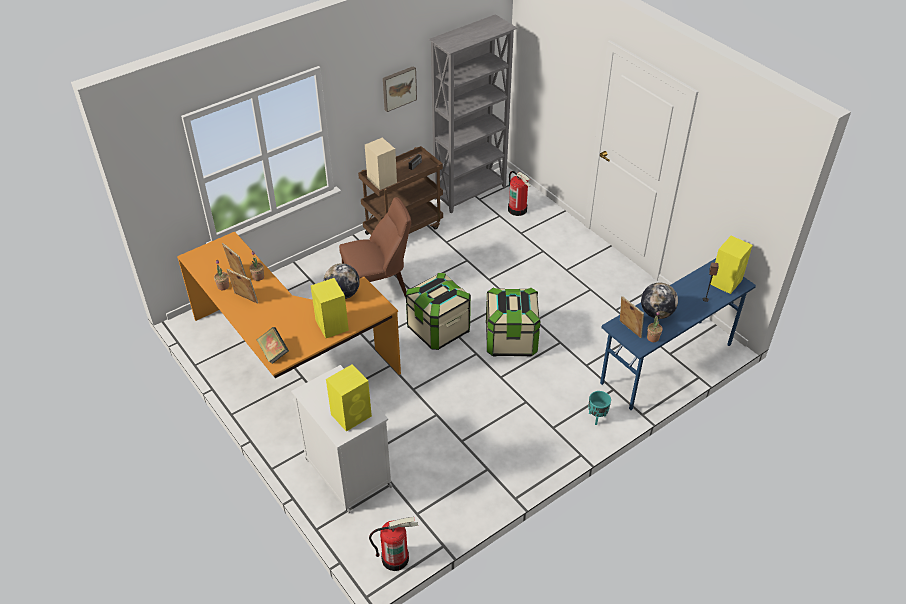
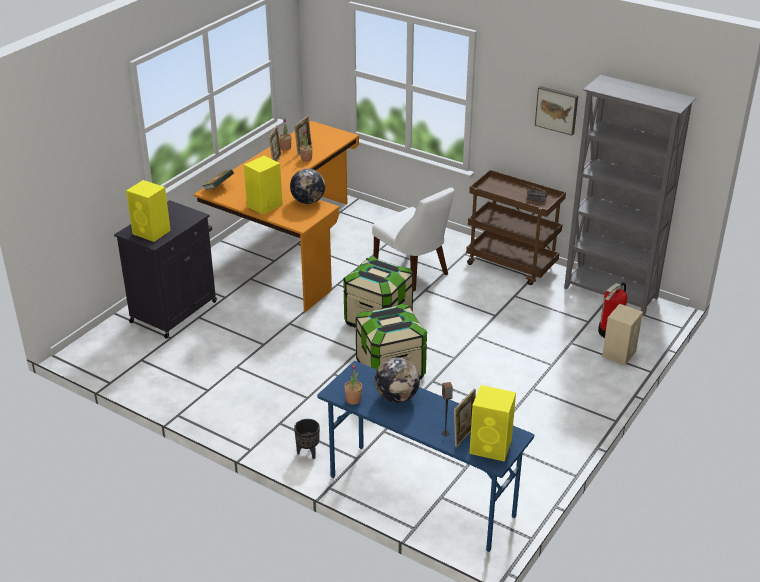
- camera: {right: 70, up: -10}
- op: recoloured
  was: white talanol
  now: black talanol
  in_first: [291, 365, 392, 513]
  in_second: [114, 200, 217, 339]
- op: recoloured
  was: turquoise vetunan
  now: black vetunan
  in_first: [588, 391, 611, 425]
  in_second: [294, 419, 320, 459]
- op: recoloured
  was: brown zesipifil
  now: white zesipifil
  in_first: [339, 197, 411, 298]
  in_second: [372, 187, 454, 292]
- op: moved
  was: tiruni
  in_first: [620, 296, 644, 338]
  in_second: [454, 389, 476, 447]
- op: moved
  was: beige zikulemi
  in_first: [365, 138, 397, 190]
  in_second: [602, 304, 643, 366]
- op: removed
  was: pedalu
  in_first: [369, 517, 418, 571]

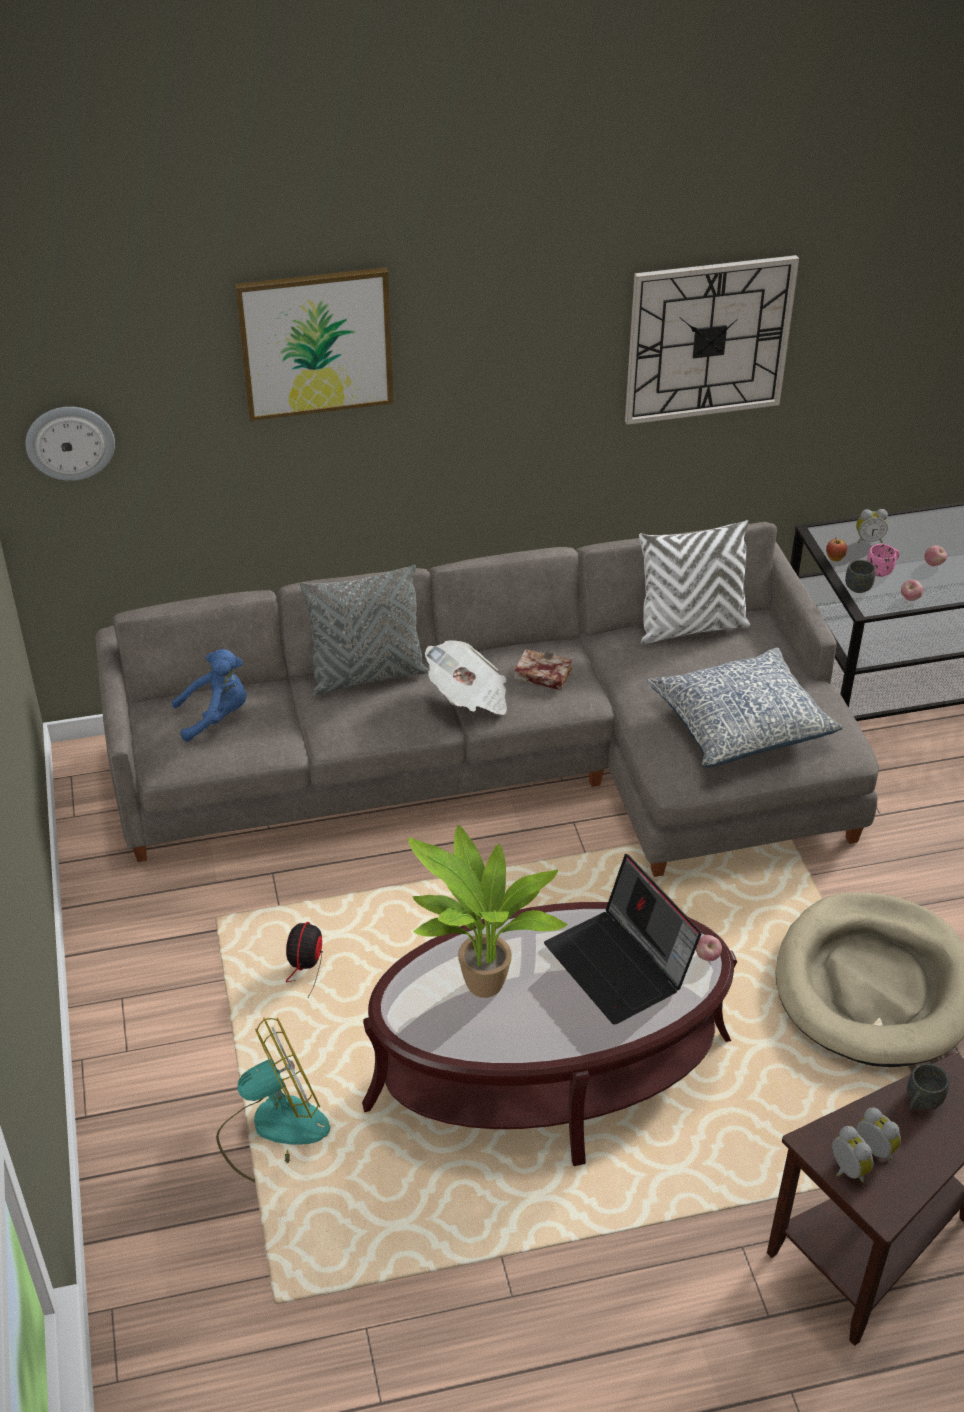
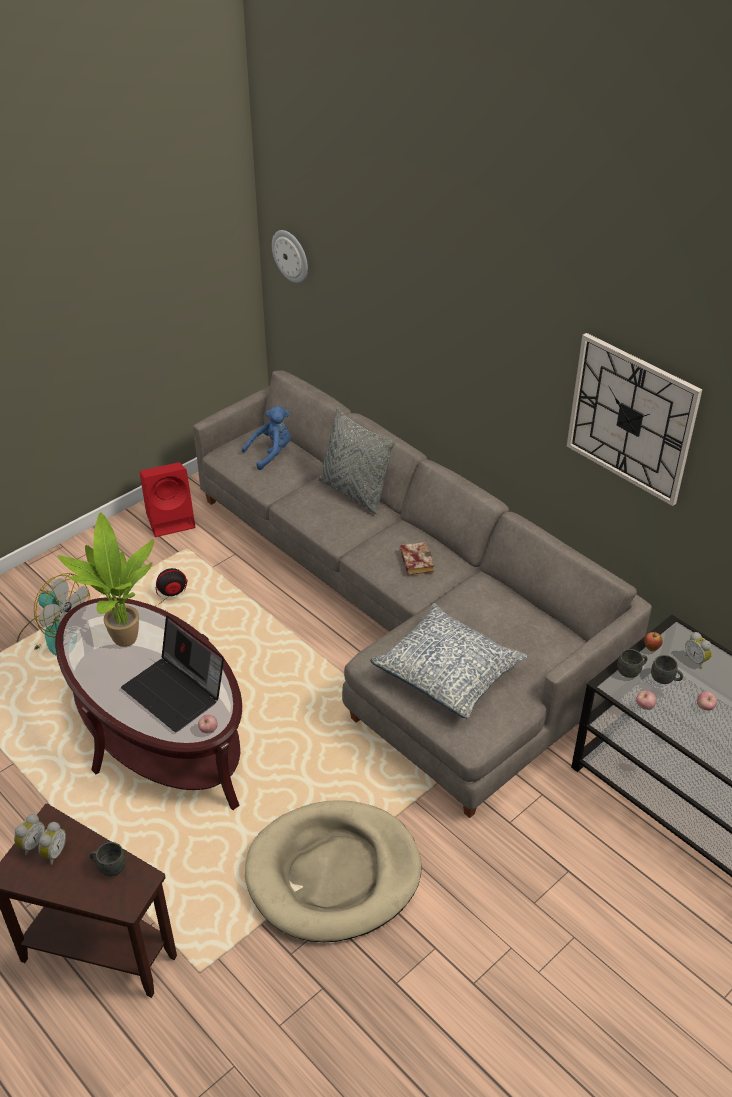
- camera: {right: 60, up: 0}
- op: turned
  was: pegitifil
  in_first: [544, 854, 702, 1025]
  in_second: [121, 616, 224, 732]
  clockwise: -75
- op: added
  now: red zikulemi
  in_second: [139, 462, 195, 537]
- op: turned
  was: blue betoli
  in_first: [172, 649, 247, 741]
  in_second: [242, 406, 291, 470]
  clockwise: -75
- op: recoloured
  was: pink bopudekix
  now: grey bopudekix
  in_first: [867, 544, 899, 577]
  in_second: [651, 655, 683, 684]
- op: removed
  was: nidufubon
  in_first: [235, 267, 393, 421]
- op: removed
  was: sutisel
  in_first: [425, 640, 507, 715]
- op: removed
  was: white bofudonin
  in_first: [639, 520, 750, 644]

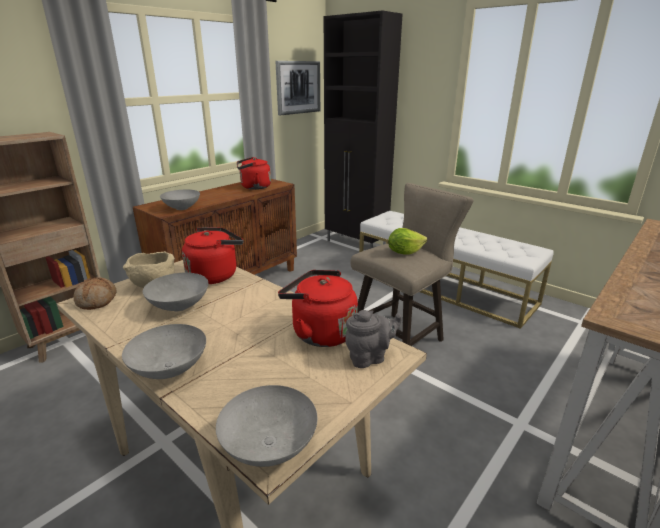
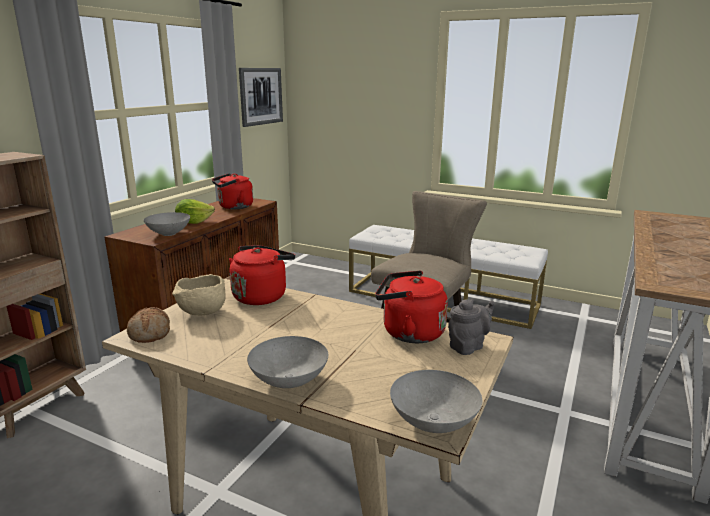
- camera: {right: -15, up: -5}
- op: moved
  was: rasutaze
  in_first: [388, 228, 427, 255]
  in_second: [175, 199, 215, 224]
- op: removed
  was: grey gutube
  in_first: [143, 273, 208, 311]
- op: removed
  was: black talanol
  in_first: [324, 10, 403, 249]

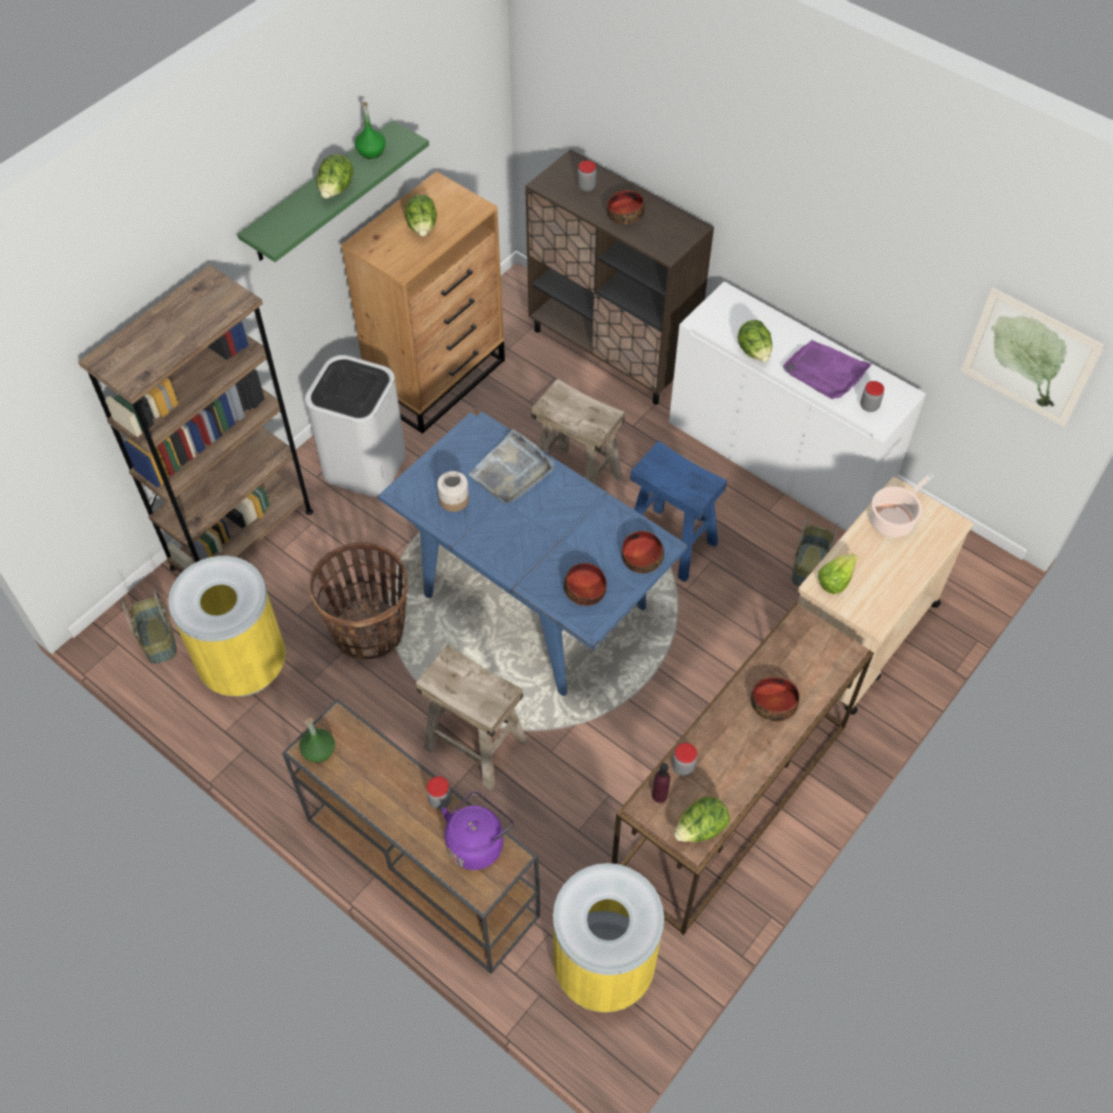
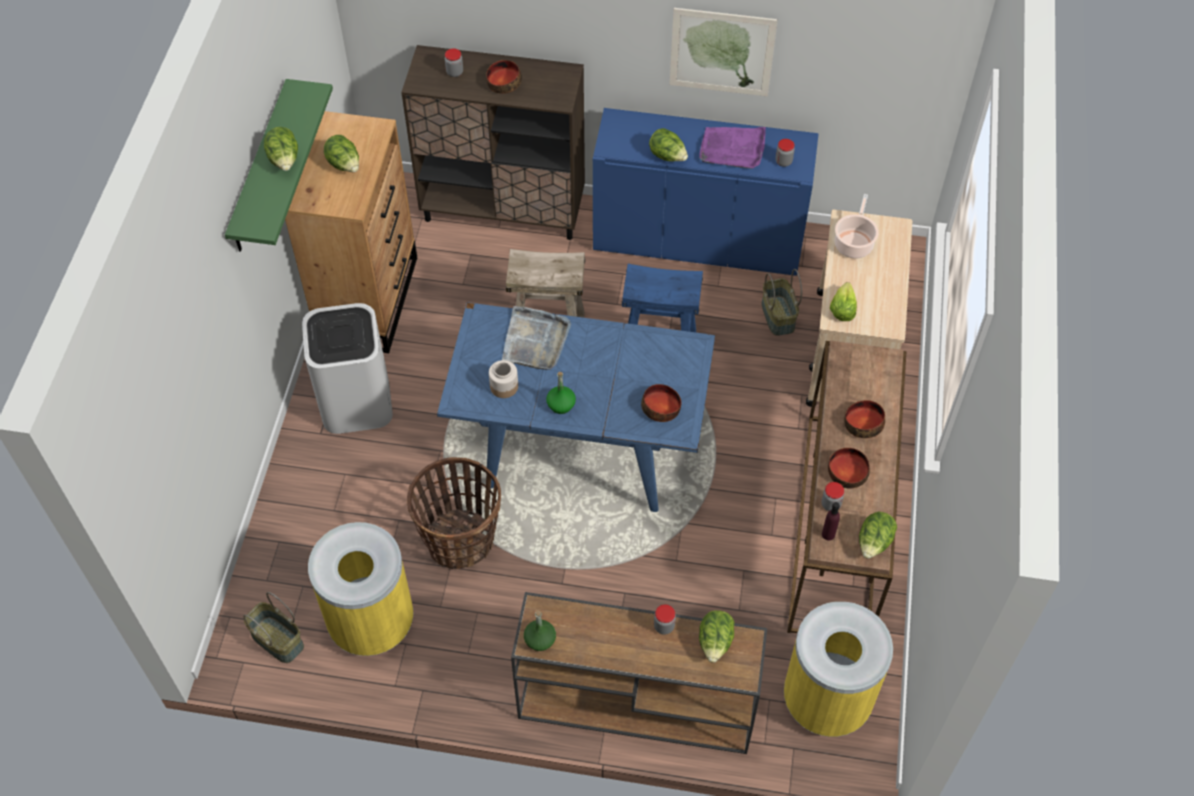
- camera: {right: -30, up: 0}
- op: moved
  was: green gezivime
  in_first: [355, 102, 386, 159]
  in_second: [546, 372, 576, 414]
- op: recoloured
  was: white talanol
  now: blue talanol
  in_first: [669, 281, 926, 531]
  in_second: [593, 108, 819, 276]
- op: moved
  was: nidufubon
  in_first: [961, 287, 1105, 427]
  in_second: [669, 8, 778, 96]
- op: replaced
  was: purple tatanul
  now: rasutaze
  in_first: [441, 791, 513, 870]
  in_second: [699, 610, 734, 663]
- op: moved
  was: gutube
  in_first: [622, 531, 664, 573]
  in_second: [828, 448, 870, 489]
- op: removed
  was: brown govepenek
  in_first: [78, 265, 313, 573]
- op: removed
  was: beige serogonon
  in_first: [416, 644, 528, 790]

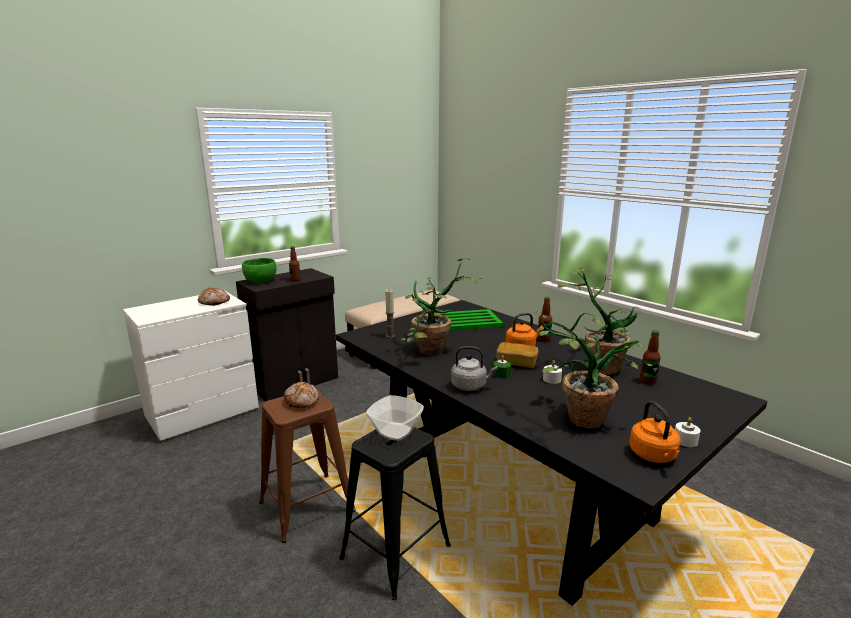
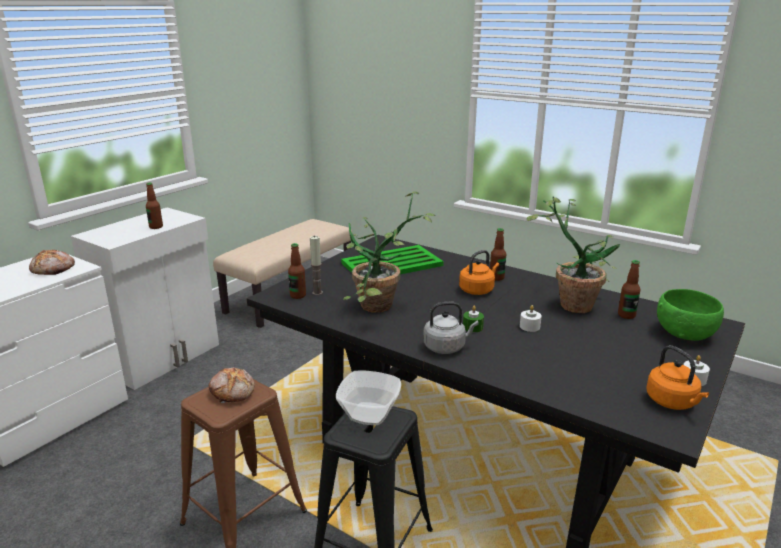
- camera: {right: -15, up: 5}
- op: recoloured
  was: black talanol
  now: white talanol
  in_first: [236, 268, 338, 401]
  in_second: [71, 208, 219, 390]
- op: added
  now: gezivime
  in_second: [288, 243, 306, 299]
- op: moved
  was: green gutube
  in_first: [242, 258, 277, 283]
  in_second: [657, 289, 724, 341]
- op: removed
  was: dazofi
  in_first: [497, 342, 538, 368]
- op: removed
  was: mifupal
  in_first: [535, 311, 653, 429]

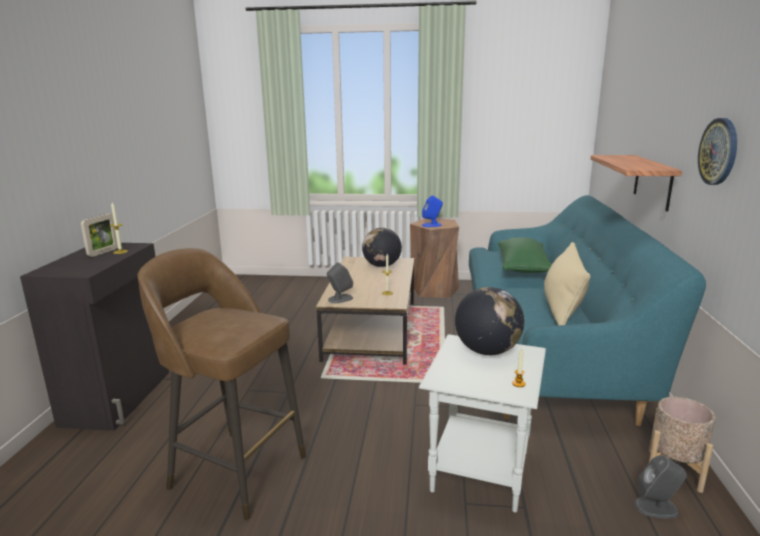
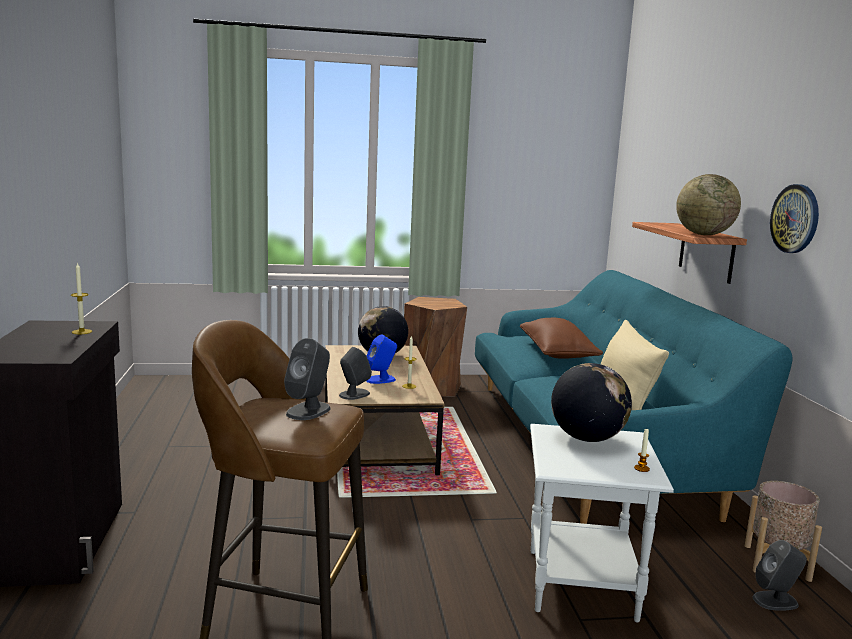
- camera: {right: -15, up: -5}
- op: added
  now: grey zikulemi
  in_second: [284, 338, 331, 420]
- op: moved
  was: blue zikulemi
  in_first: [422, 195, 443, 227]
  in_second: [366, 335, 397, 384]
- op: recoloured
  was: green bofudonin
  now: brown bofudonin
  in_first: [498, 238, 552, 273]
  in_second: [520, 318, 603, 359]
- op: added
  now: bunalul
  in_second: [676, 174, 741, 235]
- op: removed
  was: tiruni
  in_first: [81, 214, 118, 257]

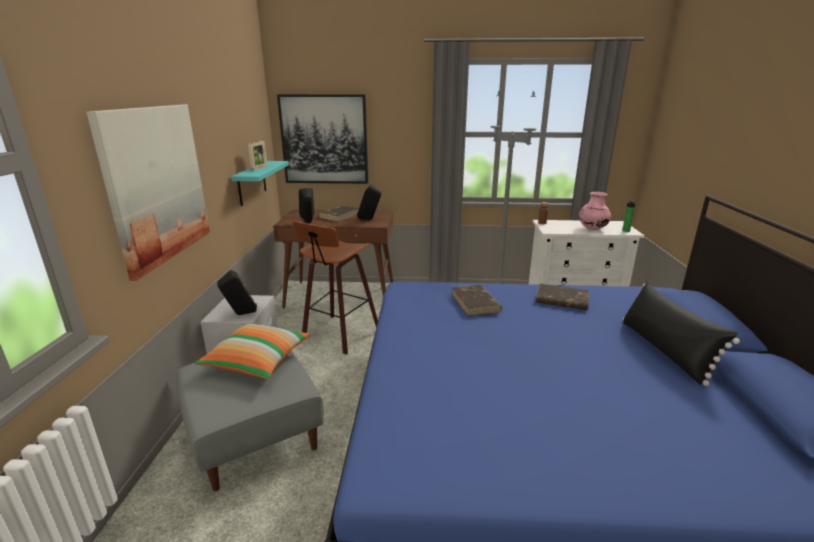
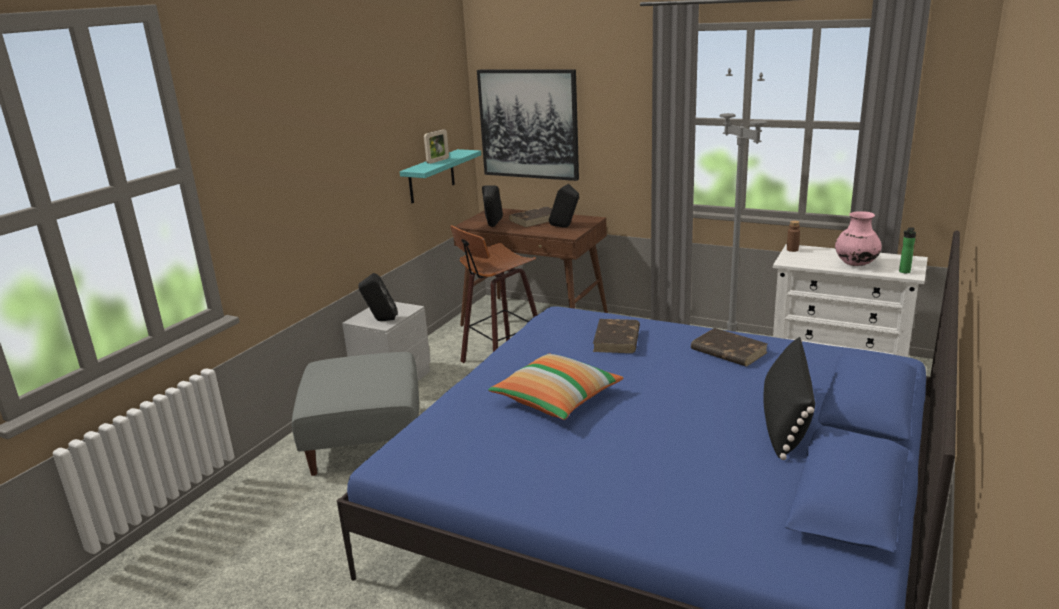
- camera: {right: 25, up: 0}
- op: moved
  was: bofudonin
  in_first: [195, 323, 311, 379]
  in_second: [488, 353, 624, 420]
- op: removed
  was: nidufubon
  in_first: [86, 105, 210, 281]

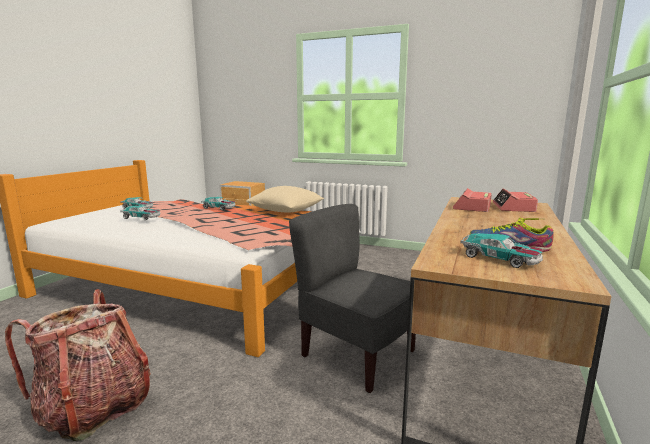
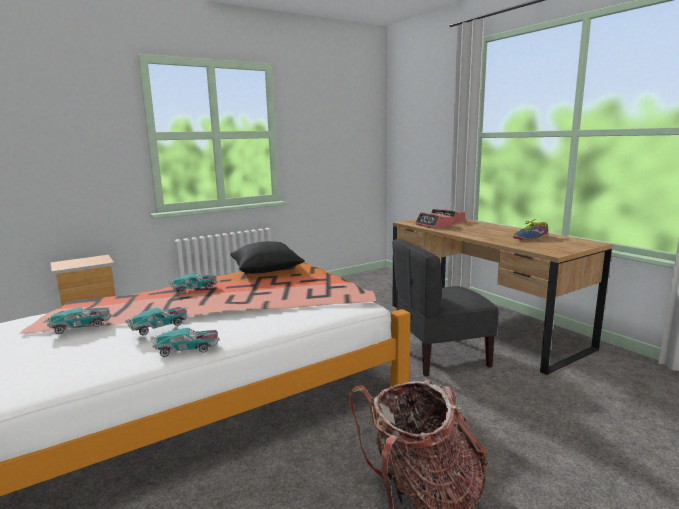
- camera: {right: -55, up: 0}
- op: moved
  was: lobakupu
  in_first: [460, 233, 543, 268]
  in_second: [153, 328, 220, 357]
- op: recoloured
  was: beige bofudonin
  now: black bofudonin
  in_first: [246, 186, 324, 213]
  in_second: [230, 241, 305, 273]

